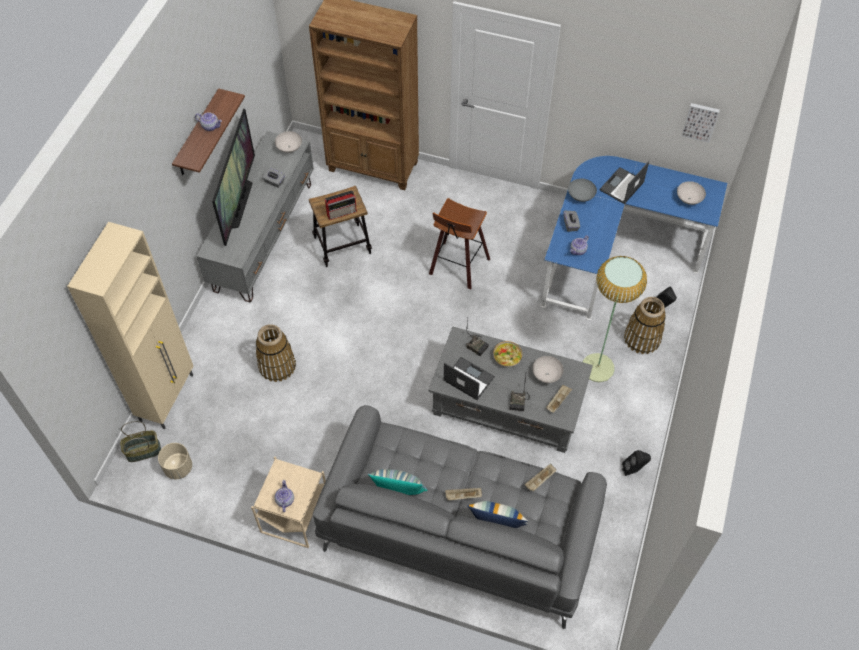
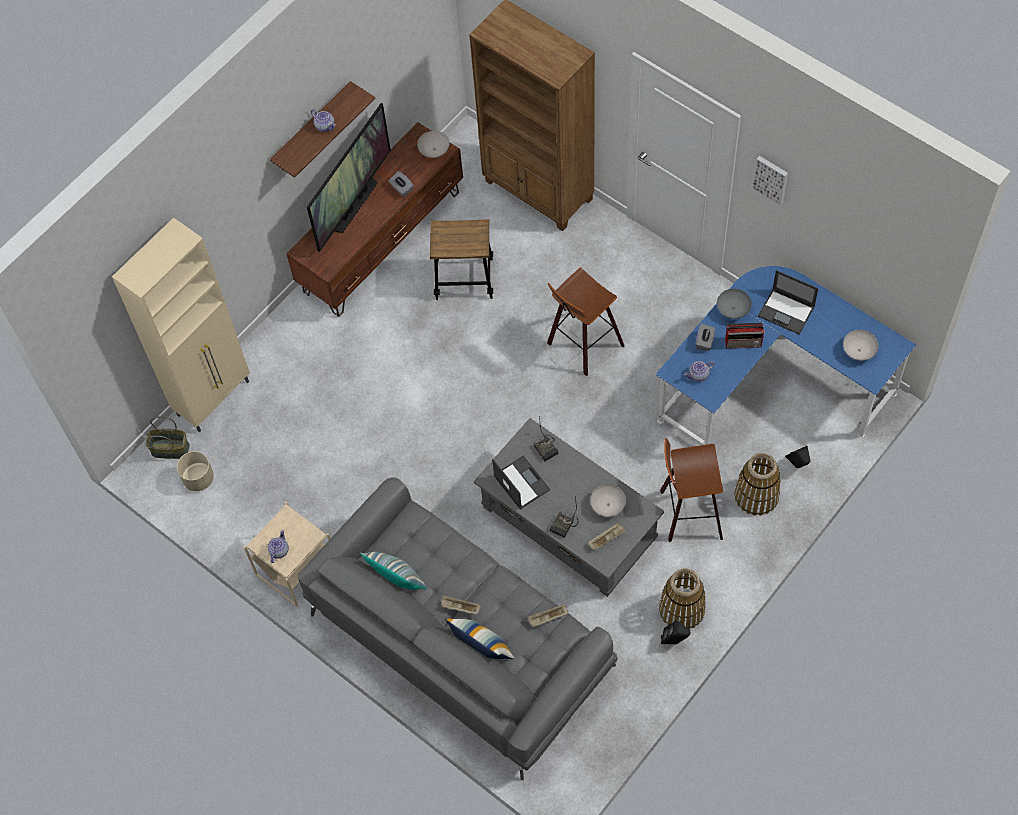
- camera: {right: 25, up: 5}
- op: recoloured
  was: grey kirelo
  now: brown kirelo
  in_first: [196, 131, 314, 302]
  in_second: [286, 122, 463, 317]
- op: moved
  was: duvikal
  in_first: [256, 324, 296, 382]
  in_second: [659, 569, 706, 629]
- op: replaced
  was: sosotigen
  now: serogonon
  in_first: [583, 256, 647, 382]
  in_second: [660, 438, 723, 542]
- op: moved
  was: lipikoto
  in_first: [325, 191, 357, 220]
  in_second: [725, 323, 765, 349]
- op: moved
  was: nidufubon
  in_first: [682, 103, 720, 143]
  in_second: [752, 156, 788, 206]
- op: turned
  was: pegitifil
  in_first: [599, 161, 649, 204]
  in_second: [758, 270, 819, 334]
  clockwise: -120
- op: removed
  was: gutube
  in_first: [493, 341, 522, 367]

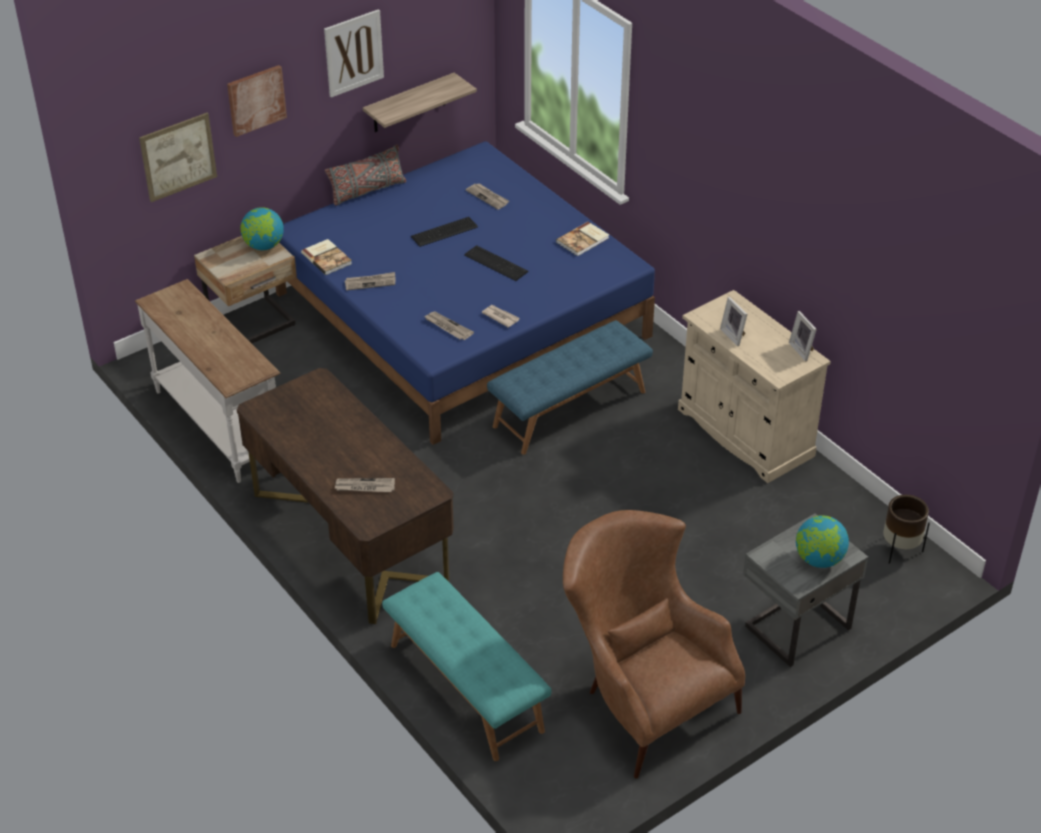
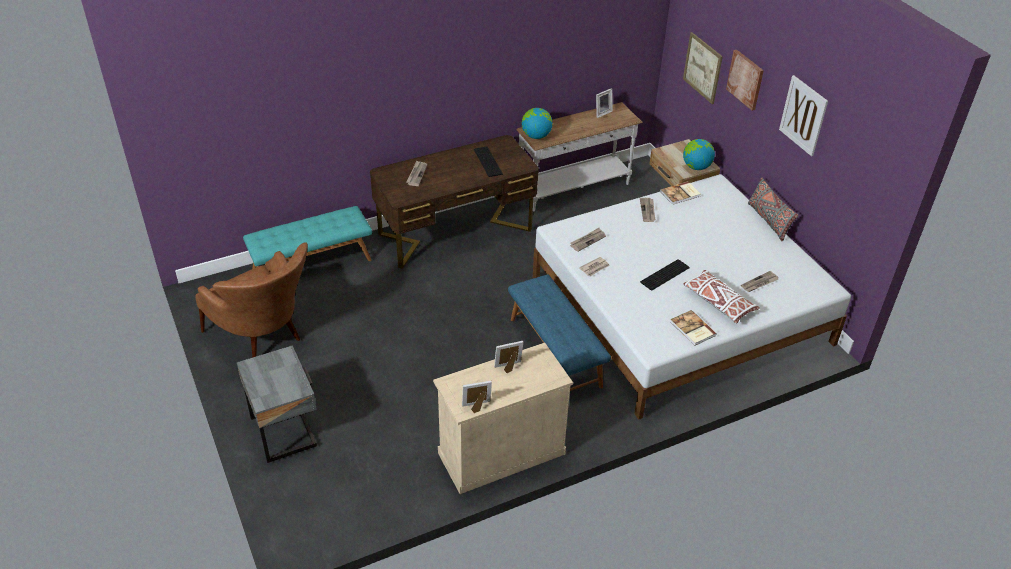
- camera: {right: 100, up: 0}
- op: turned
  was: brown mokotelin
  in_first: [563, 510, 745, 779]
  in_second: [195, 242, 308, 358]
  clockwise: 75
- op: moved
  was: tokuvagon
  in_first: [411, 217, 478, 247]
  in_second: [474, 147, 503, 177]
- op: moved
  was: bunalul
  in_first: [796, 515, 849, 568]
  in_second: [522, 108, 553, 139]
- op: recoloured
  was: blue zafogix
  now: white zafogix
  in_first: [275, 141, 655, 445]
  in_second: [533, 174, 851, 420]
- op: added
  now: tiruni
  in_second: [596, 88, 613, 118]
- op: added
  now: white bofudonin
  in_second: [683, 270, 760, 324]
- op: removed
  was: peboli
  in_first: [363, 72, 477, 132]
- op: removed
  was: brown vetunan
  in_first: [883, 495, 930, 564]

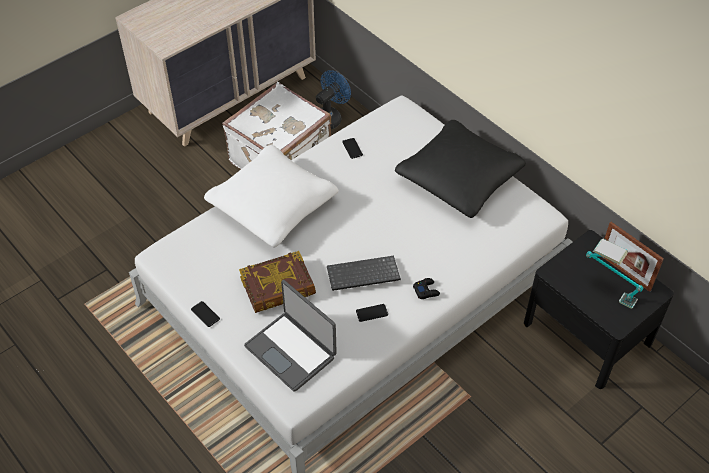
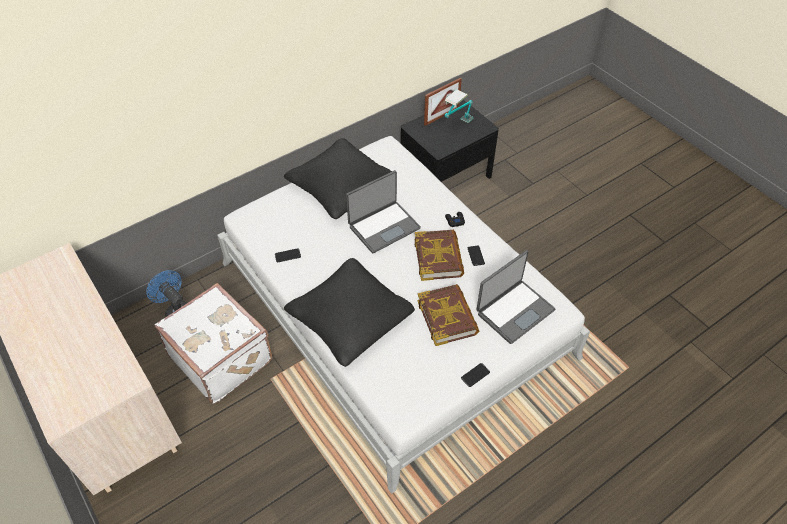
- camera: {right: -85, up: 0}
- op: recoloured
  was: white bofudonin
  now: black bofudonin
  in_first: [204, 145, 339, 248]
  in_second: [284, 258, 415, 367]
- op: added
  now: pegitifil
  in_second: [346, 170, 421, 253]
- op: replaced
  was: tokuvagon
  now: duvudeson
  in_first: [327, 256, 401, 291]
  in_second: [415, 230, 464, 281]

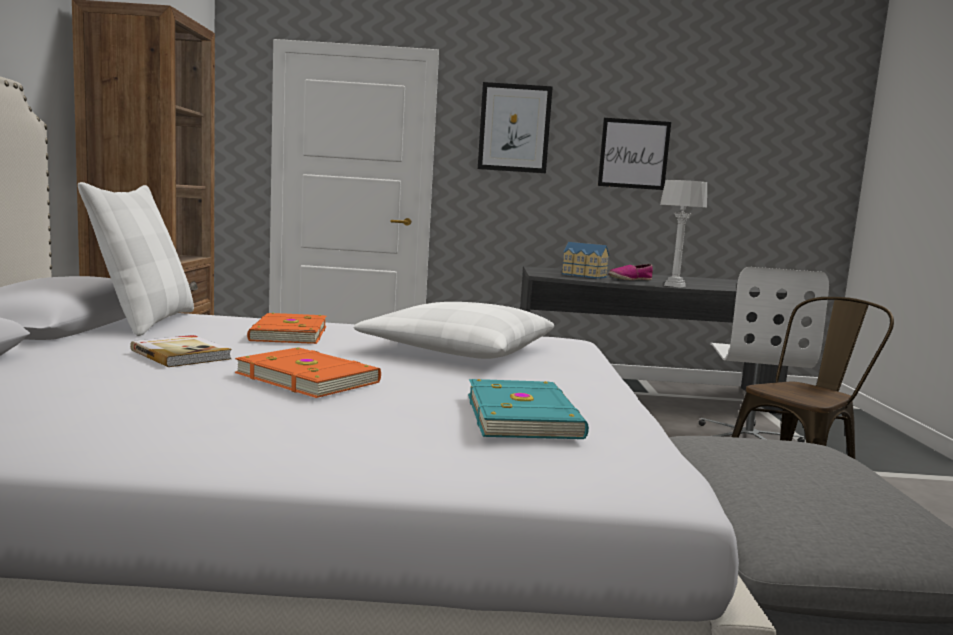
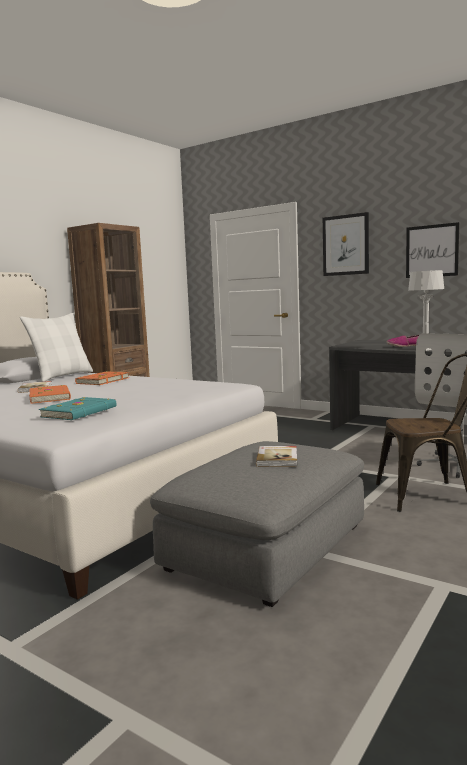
- camera: {right: 35, up: 0}
- op: added
  now: duvudeson
  in_second: [256, 446, 297, 467]
- op: removed
  was: white bofudonin
  in_first: [354, 302, 554, 359]
- op: removed
  was: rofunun
  in_first: [562, 242, 609, 279]

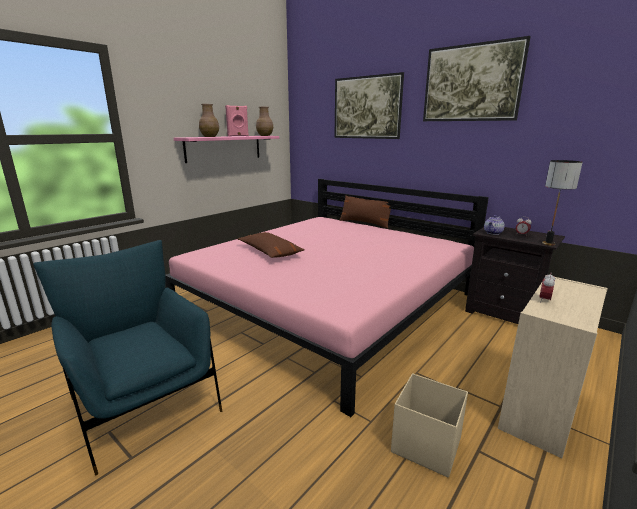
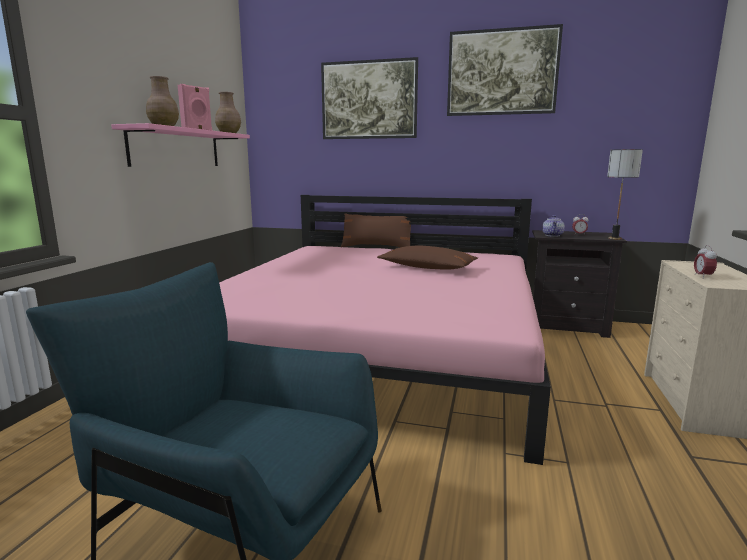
- camera: {right: -25, up: -5}
- op: moved
  was: brown bofudonin
  in_first: [238, 232, 305, 258]
  in_second: [377, 246, 478, 270]
- op: removed
  was: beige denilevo
  in_first: [391, 373, 468, 478]

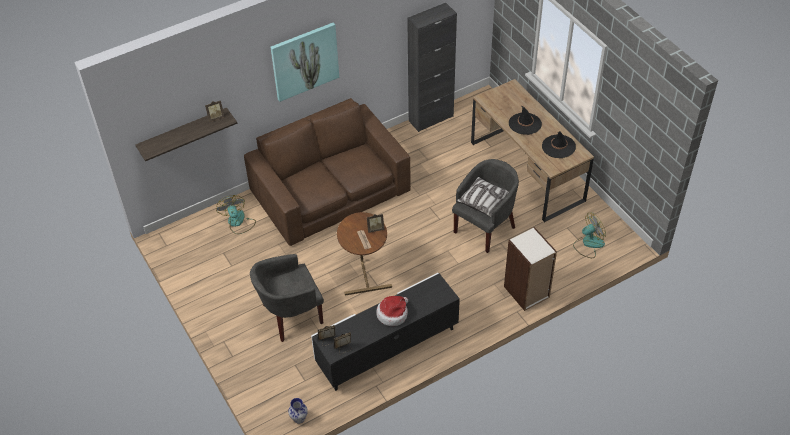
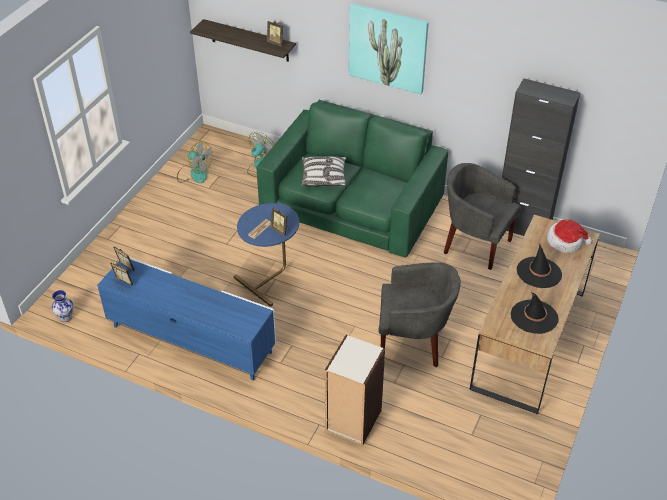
- camera: {right: 55, up: -5}
- op: recoloured
  was: black kirelo
  now: blue kirelo
  in_first: [311, 273, 460, 391]
  in_second: [97, 257, 276, 381]
- op: moved
  was: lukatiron
  in_first: [573, 213, 606, 258]
  in_second: [177, 141, 213, 183]
- op: recoloured
  was: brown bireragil
  now: blue bireragil
  in_first: [337, 212, 392, 296]
  in_second: [233, 203, 299, 307]
- op: recoloured
  was: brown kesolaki
  now: green kesolaki
  in_first: [244, 98, 411, 246]
  in_second: [256, 100, 448, 258]
- op: moved
  was: bofudonin
  in_first: [457, 177, 509, 217]
  in_second: [302, 156, 346, 187]
- op: moved
  was: grey mokotelin
  in_first: [250, 254, 324, 342]
  in_second: [444, 163, 521, 270]
- op: moved
  was: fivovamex
  in_first: [376, 296, 408, 326]
  in_second: [547, 219, 592, 253]

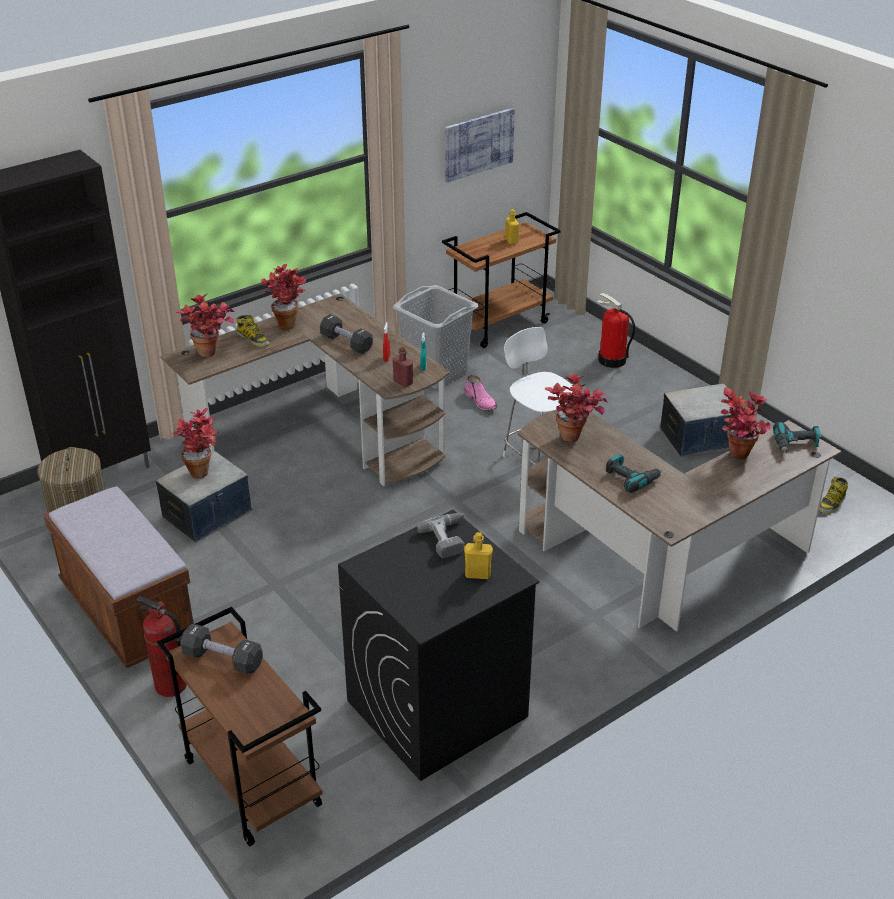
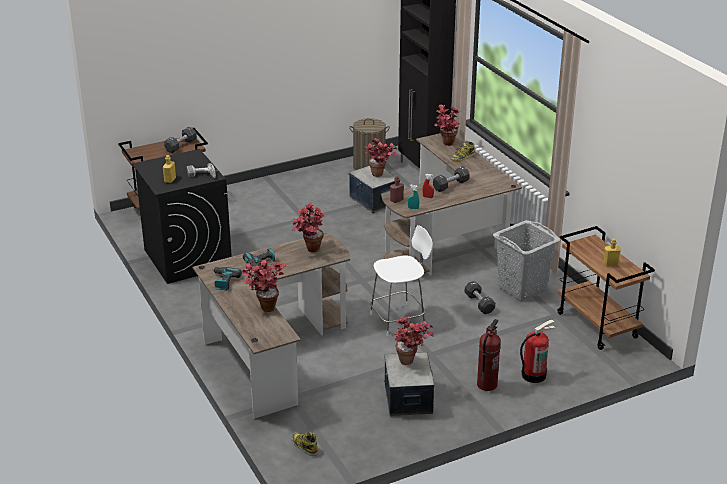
- camera: {right: 100, up: -5}
- op: moved
  was: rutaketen
  in_first: [773, 422, 822, 452]
  in_second: [211, 267, 242, 291]
- op: moved
  was: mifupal
  in_first: [261, 264, 306, 330]
  in_second: [394, 316, 434, 365]
- op: replaced
  was: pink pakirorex
  now: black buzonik
  in_first: [465, 375, 497, 410]
  in_second: [465, 281, 495, 314]
- op: moved
  was: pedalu
  in_first: [137, 596, 187, 697]
  in_second: [477, 319, 501, 391]
- op: removed
  was: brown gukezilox
  in_first: [43, 486, 194, 668]
- op: removed
  was: nidufubon
  in_first: [445, 108, 515, 182]

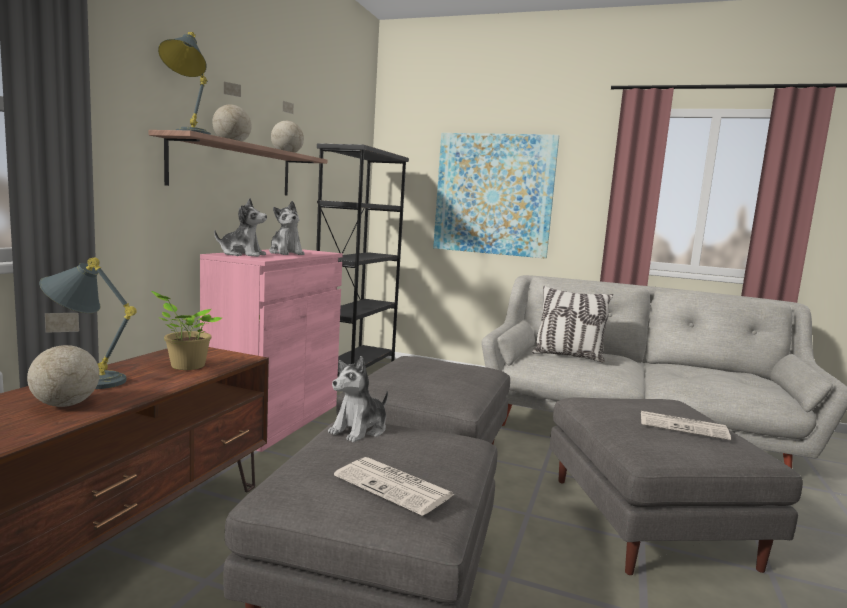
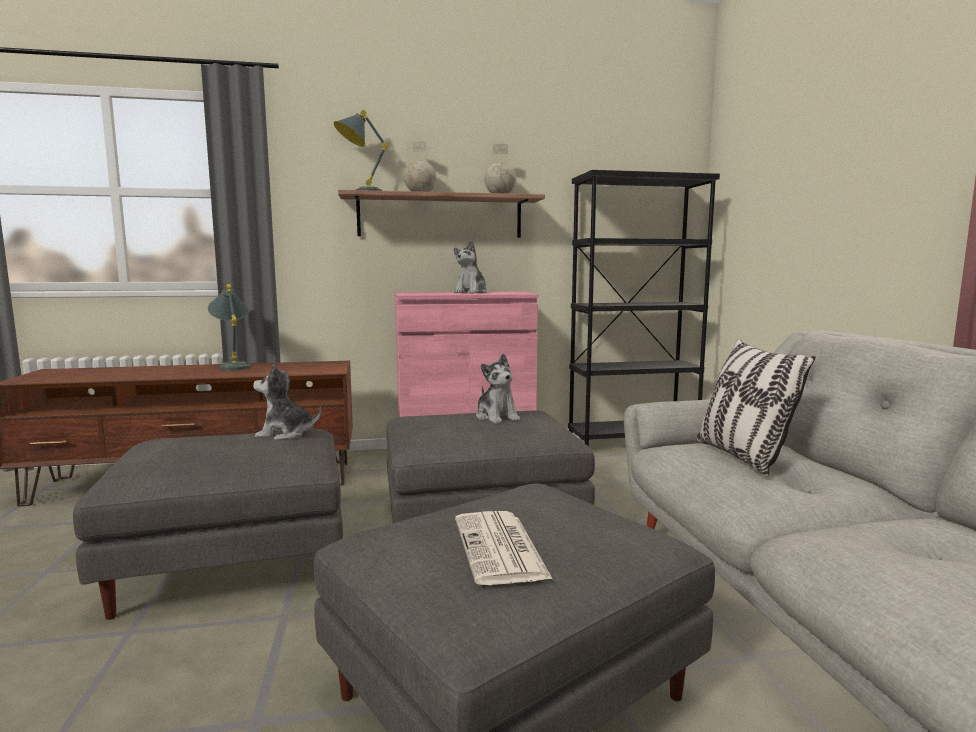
- camera: {right: 60, up: 0}
- op: moved
  was: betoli
  in_first: [214, 199, 267, 257]
  in_second: [476, 353, 520, 424]
- op: removed
  was: bunalul
  in_first: [27, 313, 100, 407]
- op: removed
  was: mifupal
  in_first: [151, 291, 222, 370]
- op: removed
  was: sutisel
  in_first: [334, 457, 455, 516]
- op: removed
  was: nidufubon
  in_first: [433, 133, 559, 259]

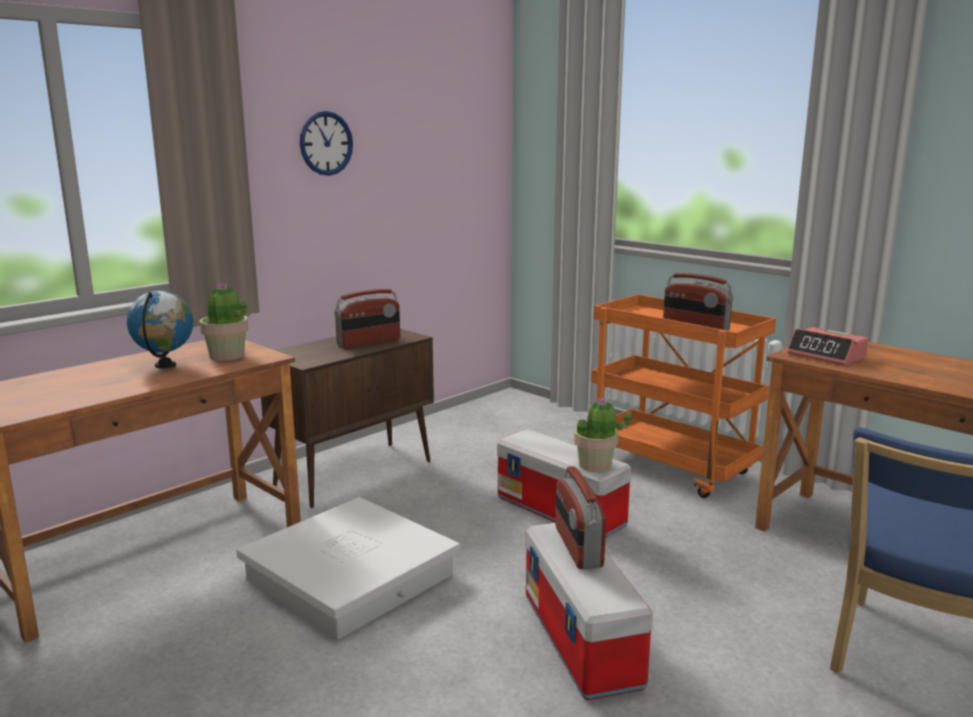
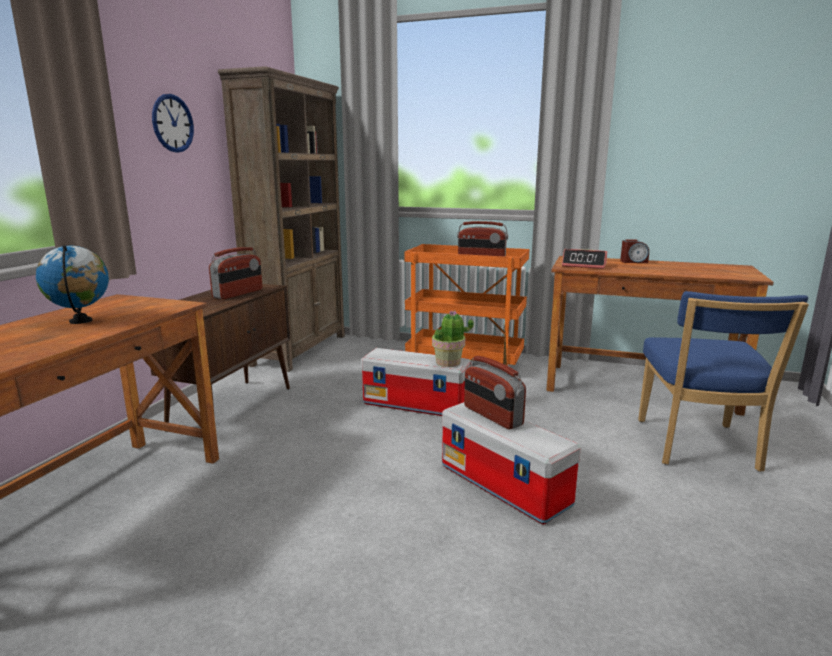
- camera: {right: -25, up: 0}
- op: added
  now: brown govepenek
  in_second: [218, 66, 345, 372]
- op: added
  now: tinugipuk
  in_second: [620, 239, 649, 263]
- op: removed
  was: mifupal
  in_first: [199, 283, 249, 361]
- op: removed
  was: white denilevo
  in_first: [236, 497, 460, 640]

